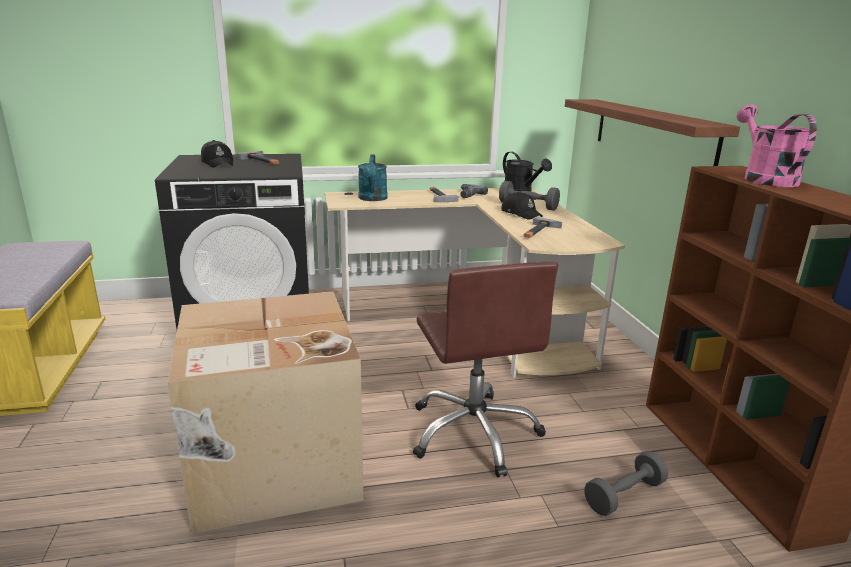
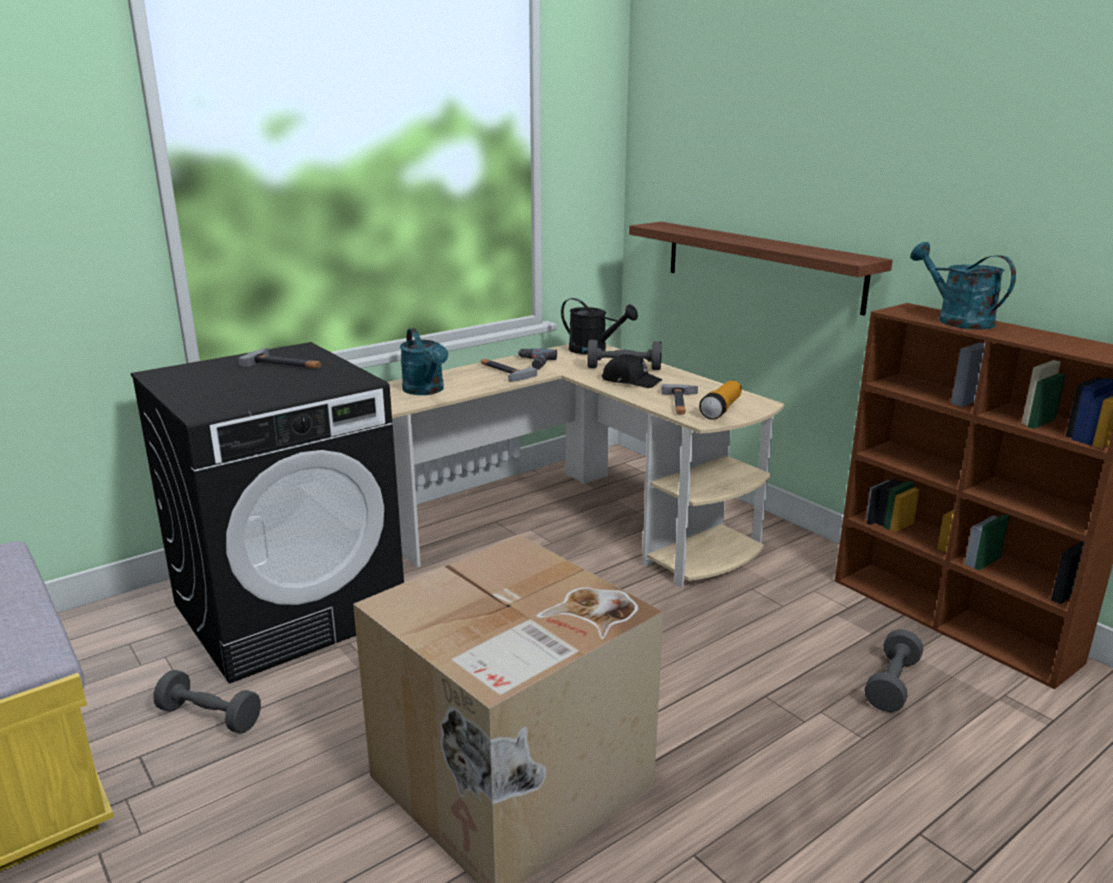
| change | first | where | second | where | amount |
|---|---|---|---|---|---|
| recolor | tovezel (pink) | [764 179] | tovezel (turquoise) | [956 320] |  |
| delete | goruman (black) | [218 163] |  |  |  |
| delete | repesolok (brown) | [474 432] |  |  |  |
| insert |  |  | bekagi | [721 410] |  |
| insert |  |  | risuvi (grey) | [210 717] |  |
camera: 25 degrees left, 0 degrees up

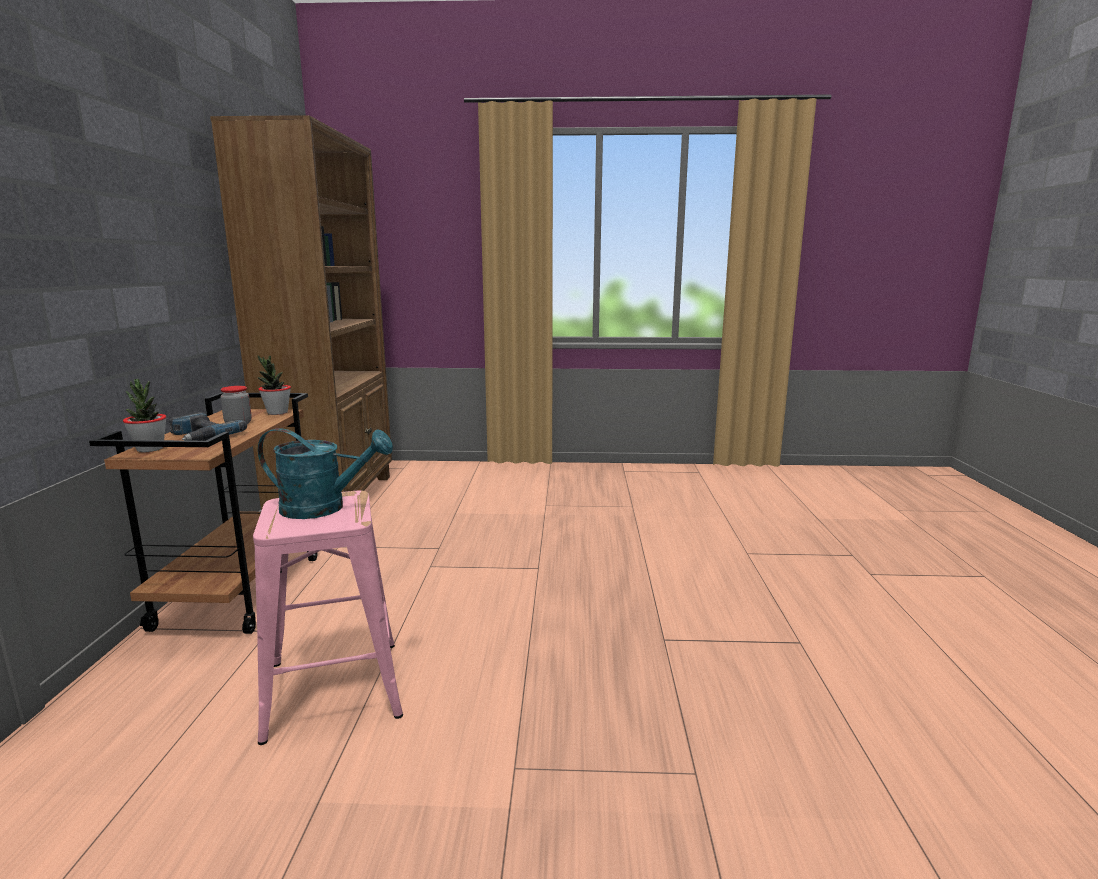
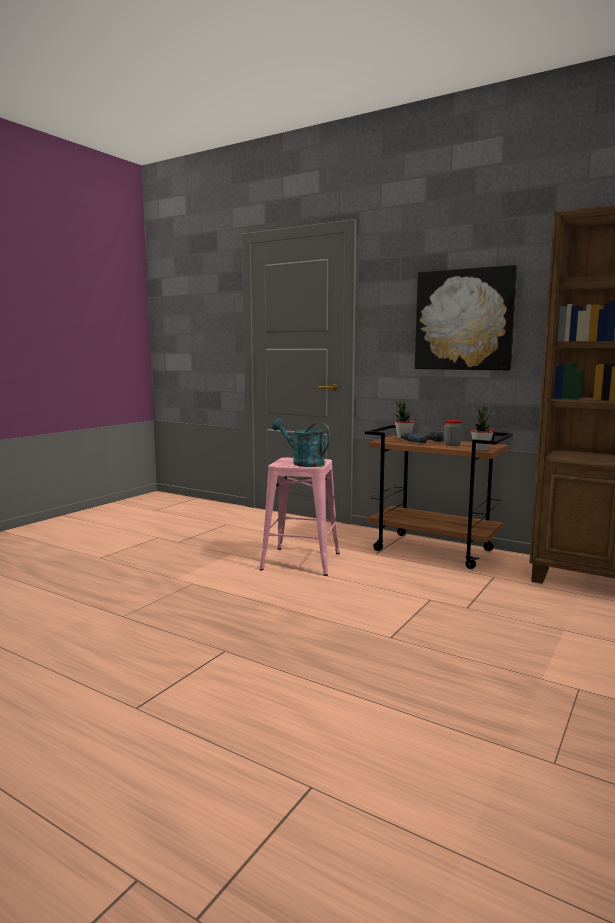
| change | first | where | second | where | amount |
|---|---|---|---|---|---|
| rotate | tovezel (turquoise) | [324 508] |  | [303 463] | 90 degrees clockwise |
| insert |  |  | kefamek | [464 320] |  |
camera: 120 degrees right, 5 degrees down

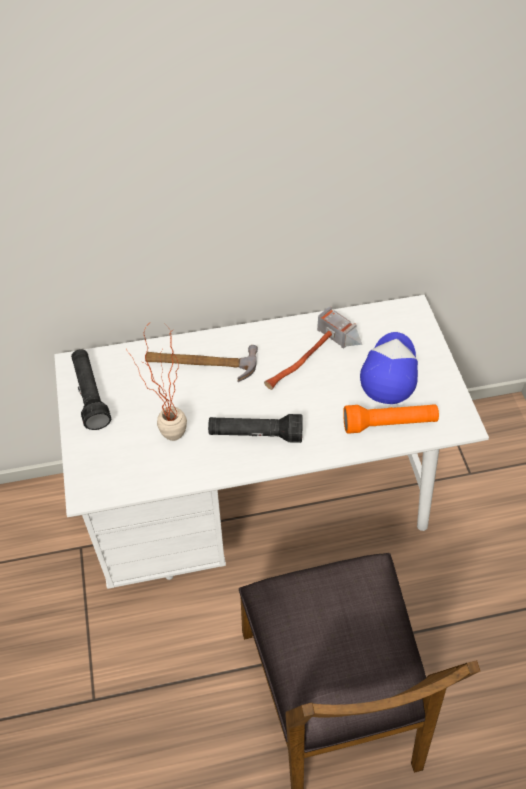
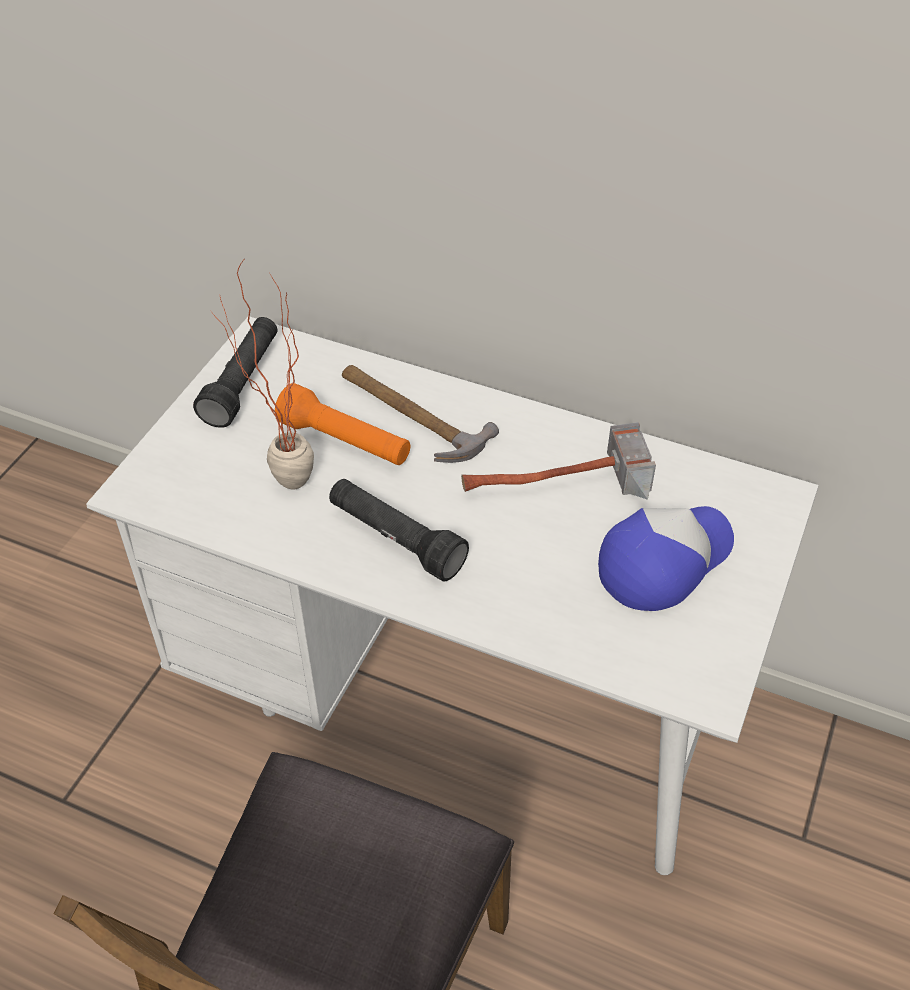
| change | first | where | second | where | amount |
|---|---|---|---|---|---|
| move | bekagi (orange) | [389 424] |  | [345 442] |  |
camera: 35 degrees right, 5 degrees down

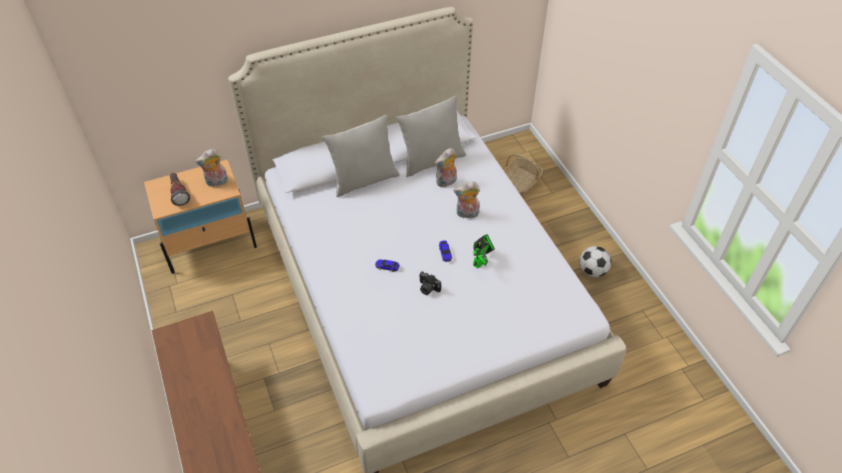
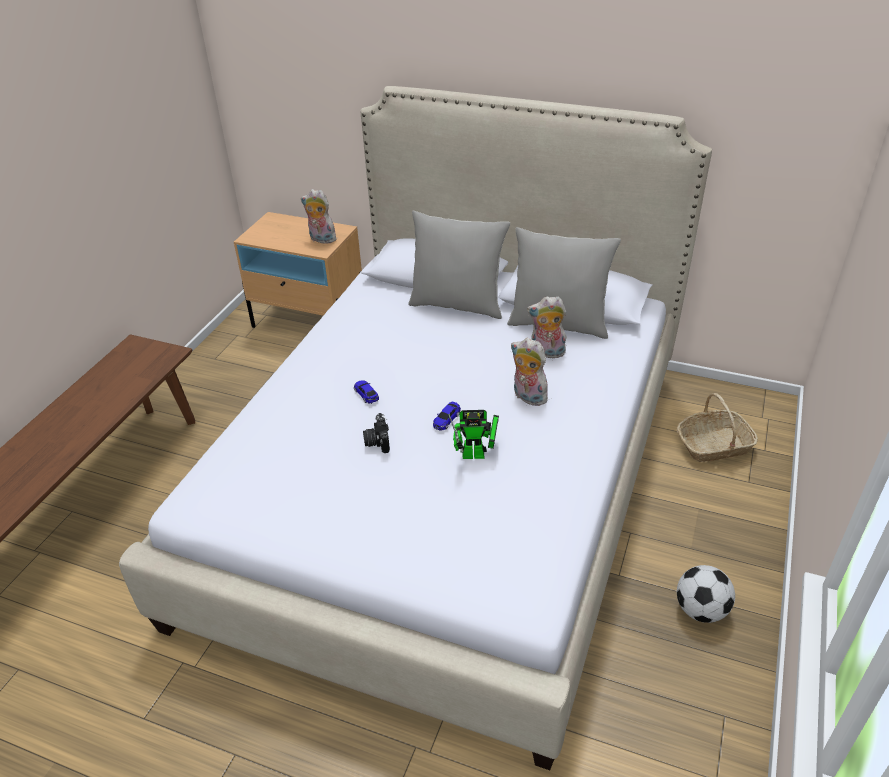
| change | first | where | second | where | amount |
|---|---|---|---|---|---|
| delete | bekagi | [179 193] |  |  |  |
camera: 45 degrees right, 10 degrees down

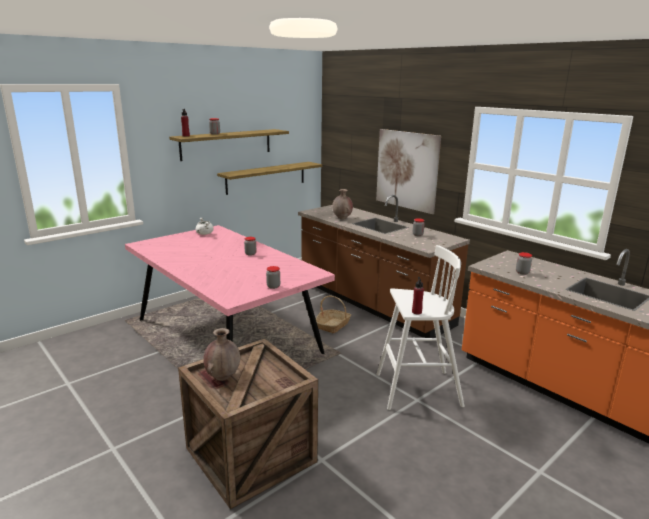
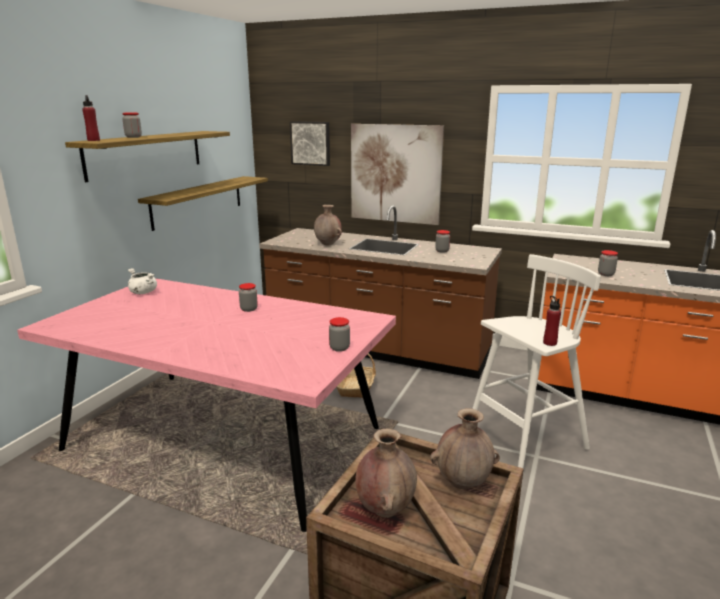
| change | first | where | second | where | amount |
|---|---|---|---|---|---|
| insert |  |  | kefamek | [311 143] |  |
| insert |  |  | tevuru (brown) | [463 483] |  |
camera: 25 degrees left, 0 degrees up

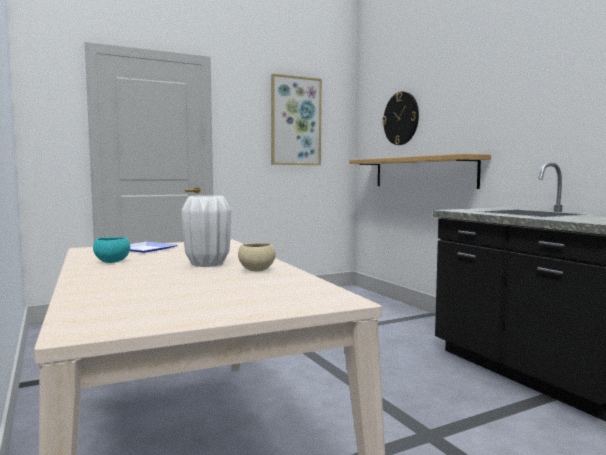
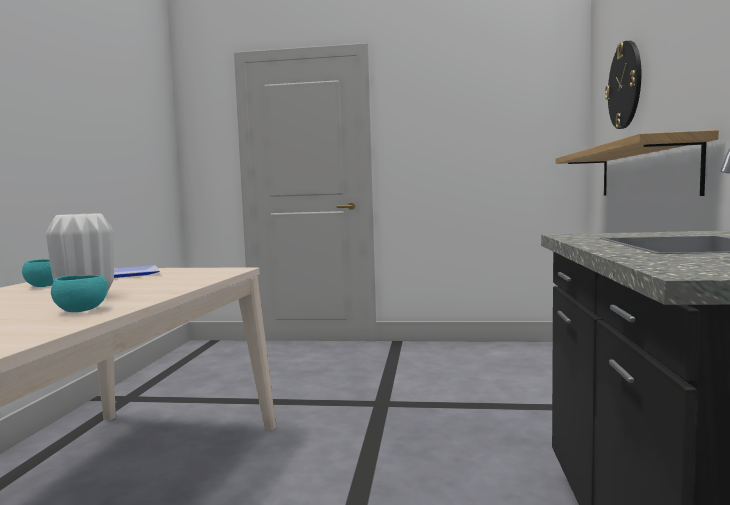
| change | first | where | second | where | amount |
|---|---|---|---|---|---|
| delete | kefamek | [295 121] |  |  |  |
| recolor | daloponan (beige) | [257 270] | daloponan (turquoise) | [81 310] |  |
camera: 35 degrees right, 0 degrees up

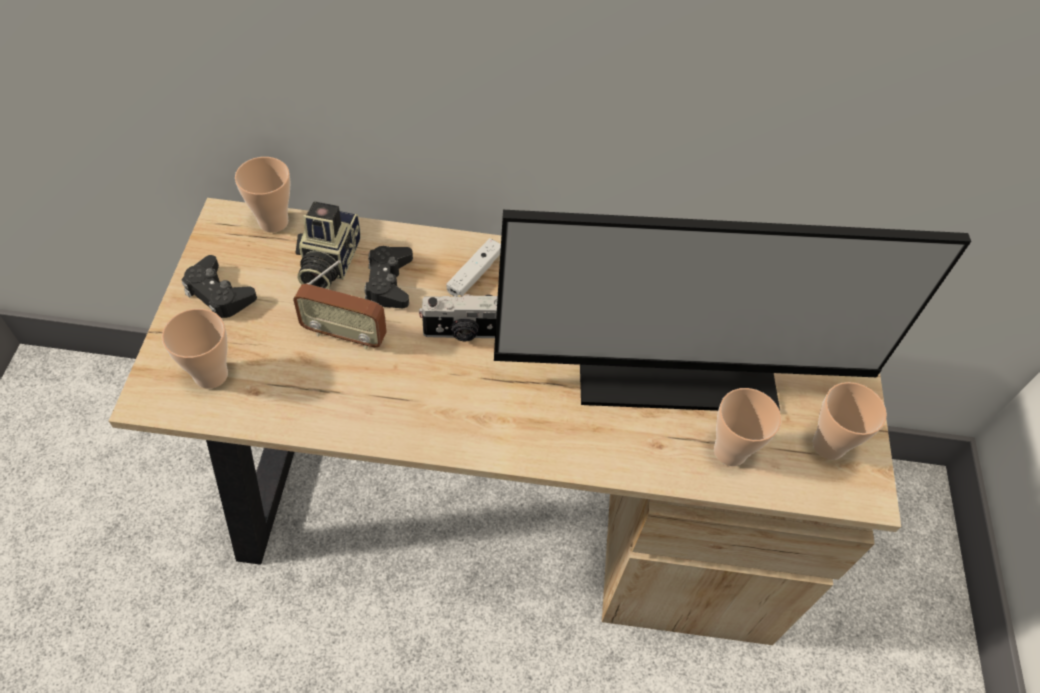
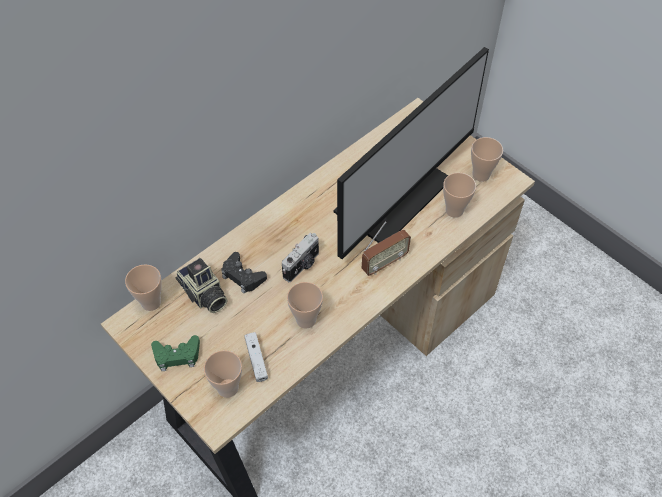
| change | first | where | second | where | amount |
|---|---|---|---|---|---|
| move | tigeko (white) | [475 274] |  | [256 359] |  |
| recolor | tigeko (black) | [219 294] | tigeko (green) | [177 355] |  |
| move | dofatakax | [344 334] |  | [384 263] |  |
| insert |  |  | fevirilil | [306 320] |  |
camera: 45 degrees left, 0 degrees up

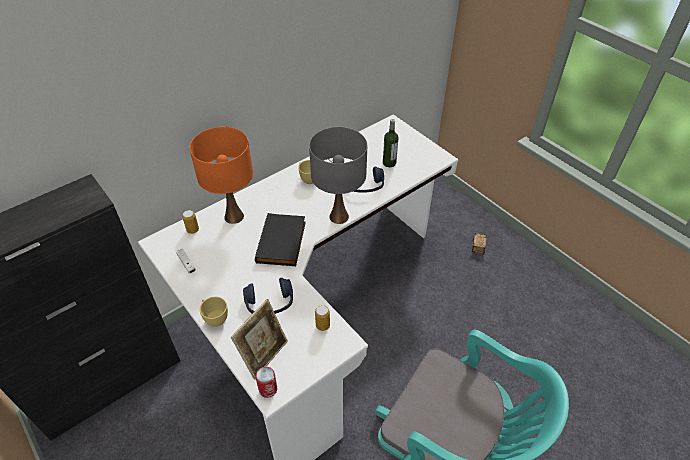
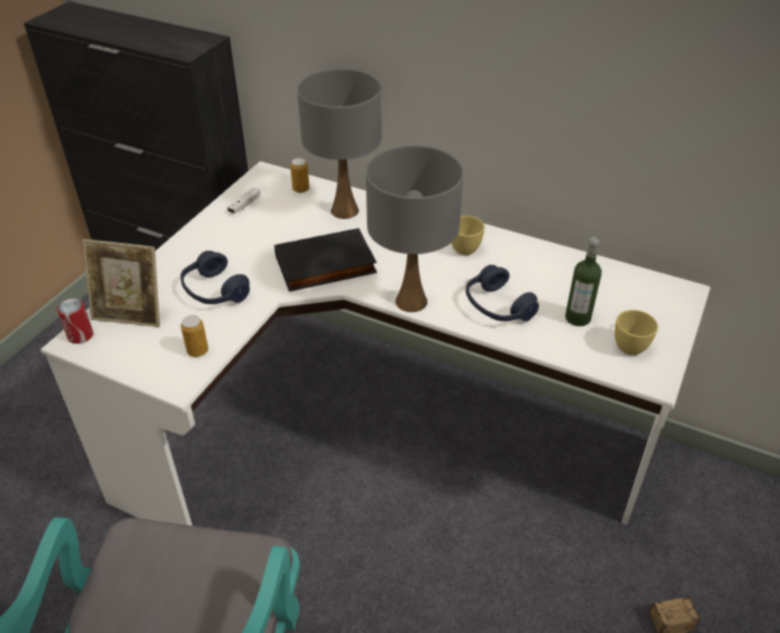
| change | first | where | second | where | amount |
|---|---|---|---|---|---|
| recolor | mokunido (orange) | [234 217] | mokunido (grey) | [344 211] |  |
| move | fevirilil (yellow) | [215 318] |  | [630 344] |  |
camera: 65 degrees right, 5 degrees down

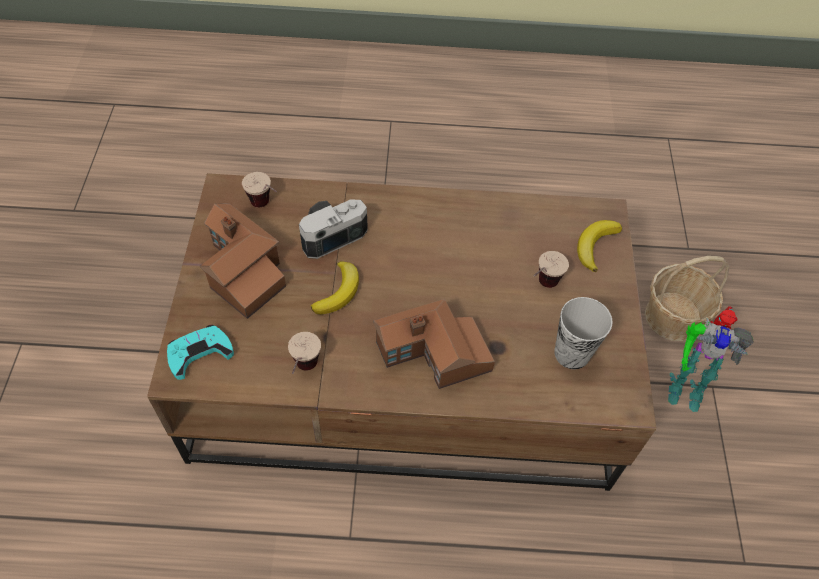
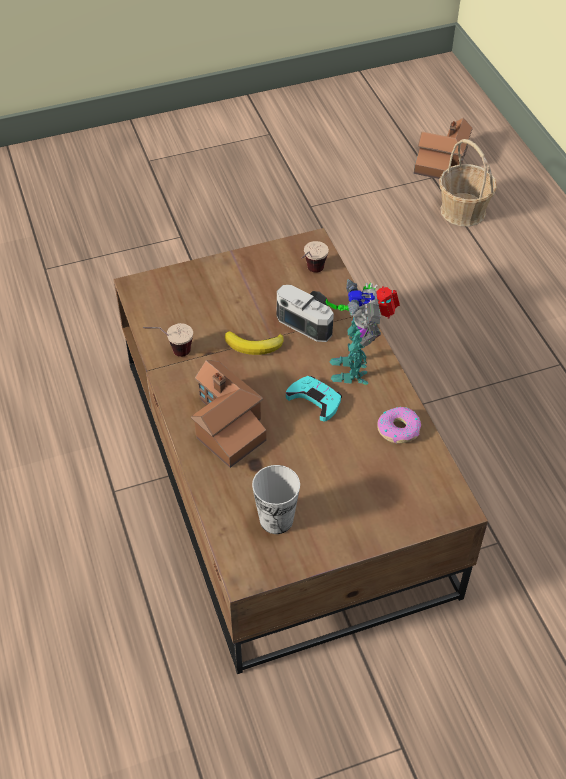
| change | first | where | second | where | amount |
|---|---|---|---|---|---|
| move | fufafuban | [242 271] |  | [441 160] |  |
| delete | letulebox | [595 245] |  |  |  |
| delete | fevirilil | [541 287] |  |  |  |
| move | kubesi | [673 317] |  | [463 211] |  |
| move | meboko | [684 386] |  | [355 368] |  |
| move | tigeko (turquoise) | [199 353] |  | [315 400] |  |
| insert |  |  | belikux | [398 429] |  |
camera: 70 degrees right, 5 degrees down

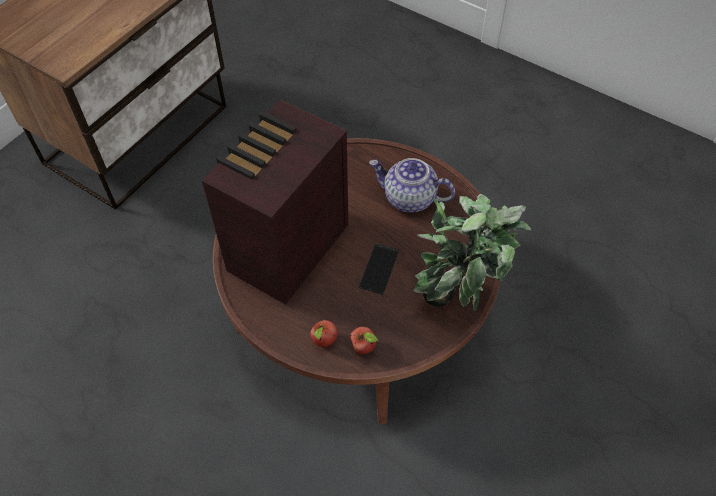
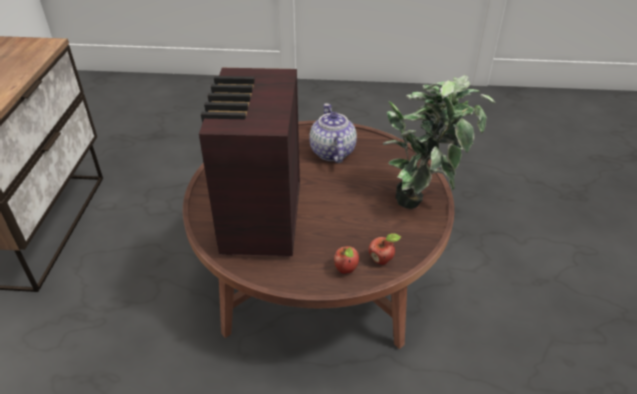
| change | first | where | second | where | amount |
|---|---|---|---|---|---|
| rotate | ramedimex | [409 198] |  | [331 152] | 90 degrees clockwise |
| delete | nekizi | [379 269] |  |  |  |
camera: 30 degrees left, 15 degrees down

